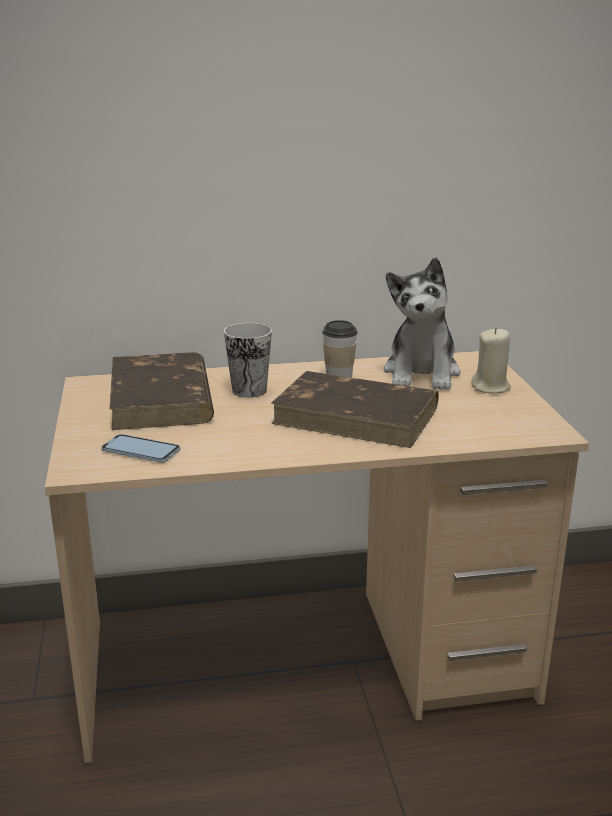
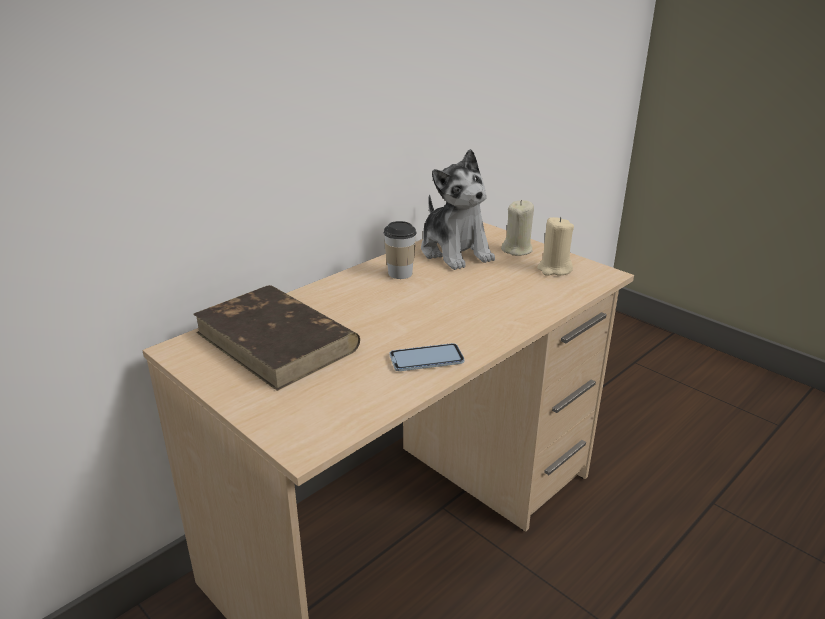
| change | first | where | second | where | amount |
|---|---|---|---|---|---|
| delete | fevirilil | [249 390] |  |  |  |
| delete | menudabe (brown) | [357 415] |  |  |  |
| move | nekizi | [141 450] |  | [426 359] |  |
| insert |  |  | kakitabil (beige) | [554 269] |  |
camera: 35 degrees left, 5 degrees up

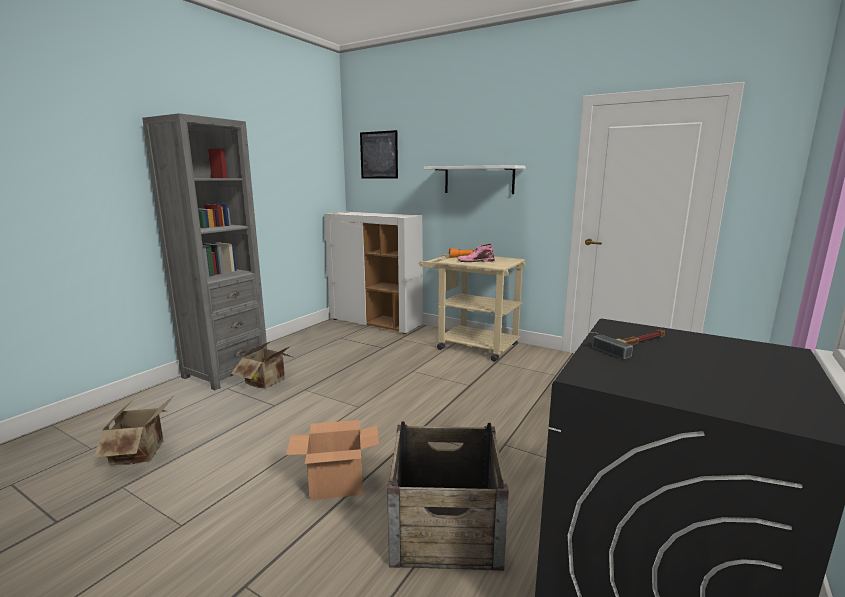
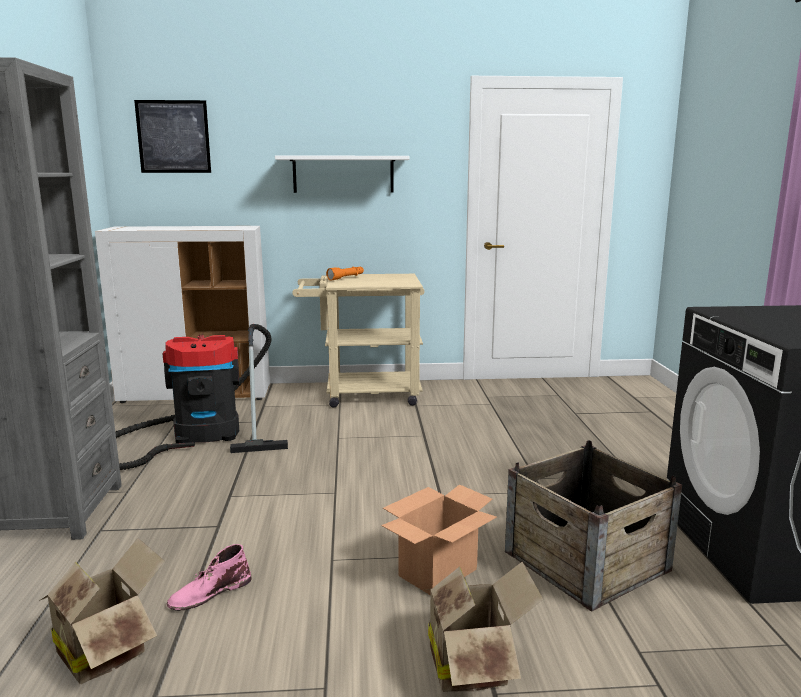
| change | first | where | second | where | amount |
|---|---|---|---|---|---|
| move | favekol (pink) | [475 261] |  | [209 592] |  |
| delete | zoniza | [636 345] |  |  |  |
| move | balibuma | [268 382] |  | [473 664] |  |
| insert |  |  | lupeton | [198 435] |  |
camera: 35 degrees left, 0 degrees up

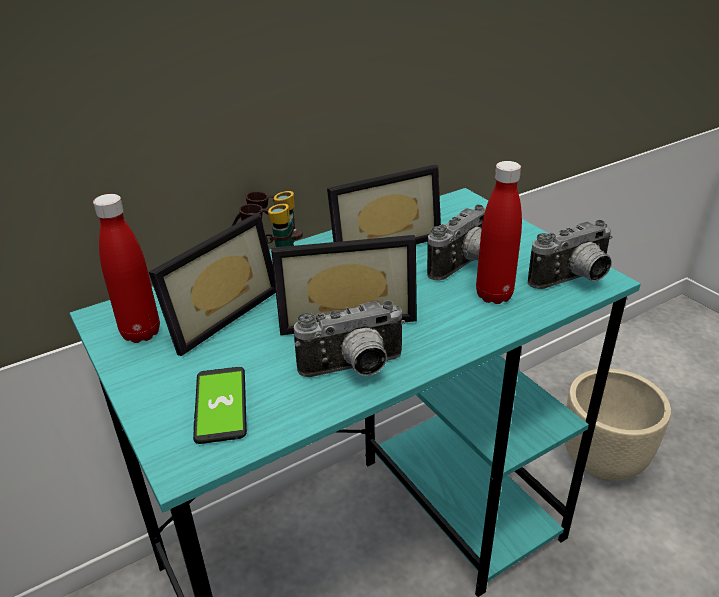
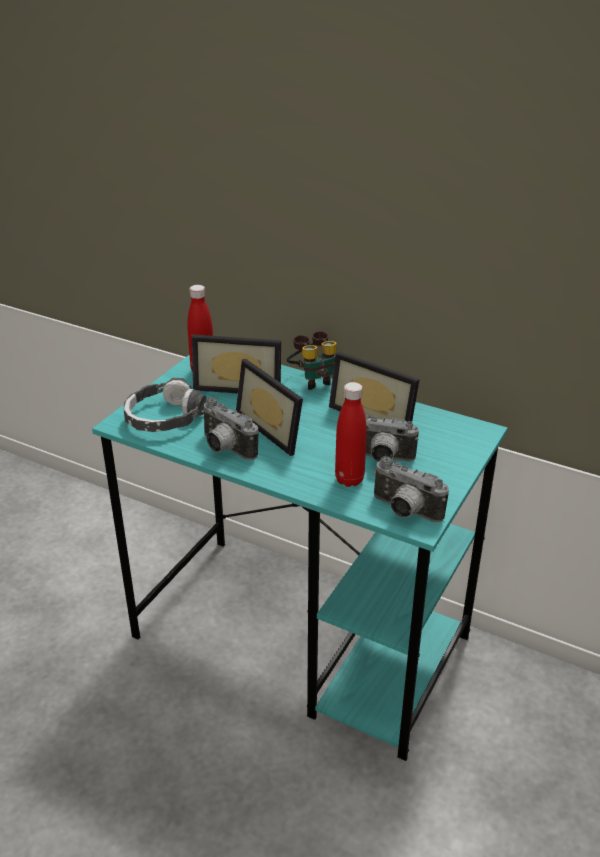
| change | first | where | second | where | amount |
|---|---|---|---|---|---|
| replace | nekizi | [220 405] | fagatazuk | [164 417] |  |
| delete | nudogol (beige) | [603 460] |  |  |  |
camera: 60 degrees right, 0 degrees up

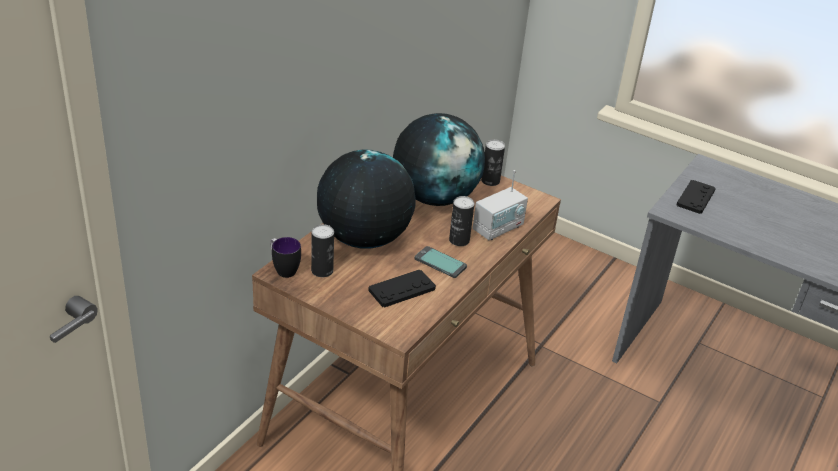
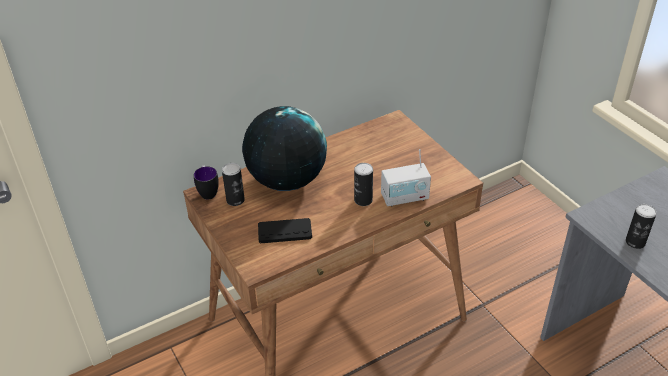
| change | first | where | second | where | amount |
|---|---|---|---|---|---|
| delete | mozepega | [435 197] |  |  |  |
| move | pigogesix | [490 181] |  | [635 242] |  |
| delete | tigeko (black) | [695 198] |  |  |  |
| delete | nekizi | [440 263] |  |  |  |
camera: 30 degrees right, 5 degrees up

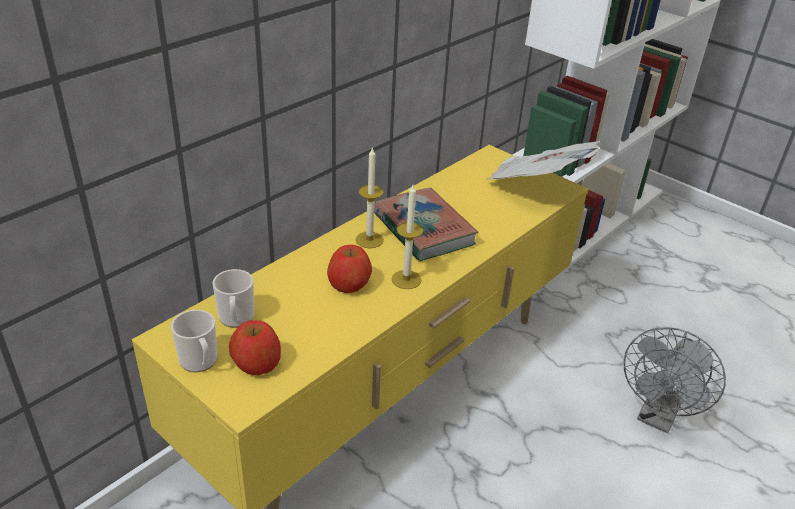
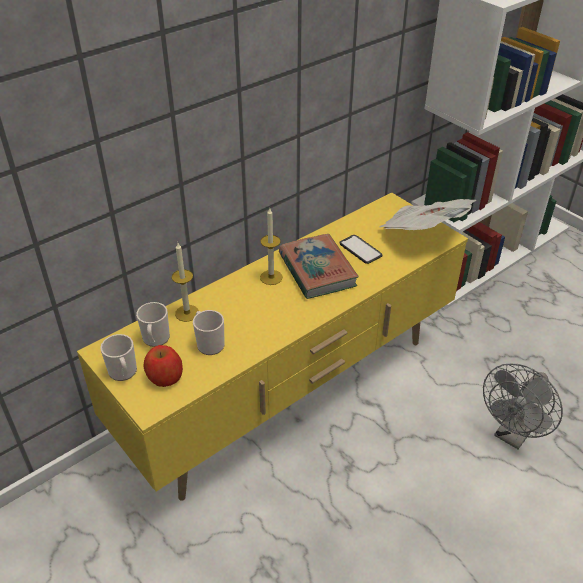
| change | first | where | second | where | amount |
|---|---|---|---|---|---|
| move | kakitabil | [406 279] |  | [187 313] |  |
| delete | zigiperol | [349 284] |  |  |  |
| insert |  |  | nekizi | [360 250] |  |
| insert |  |  | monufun | [209 343] |  |
camera: 10 degrees right, 5 degrees up

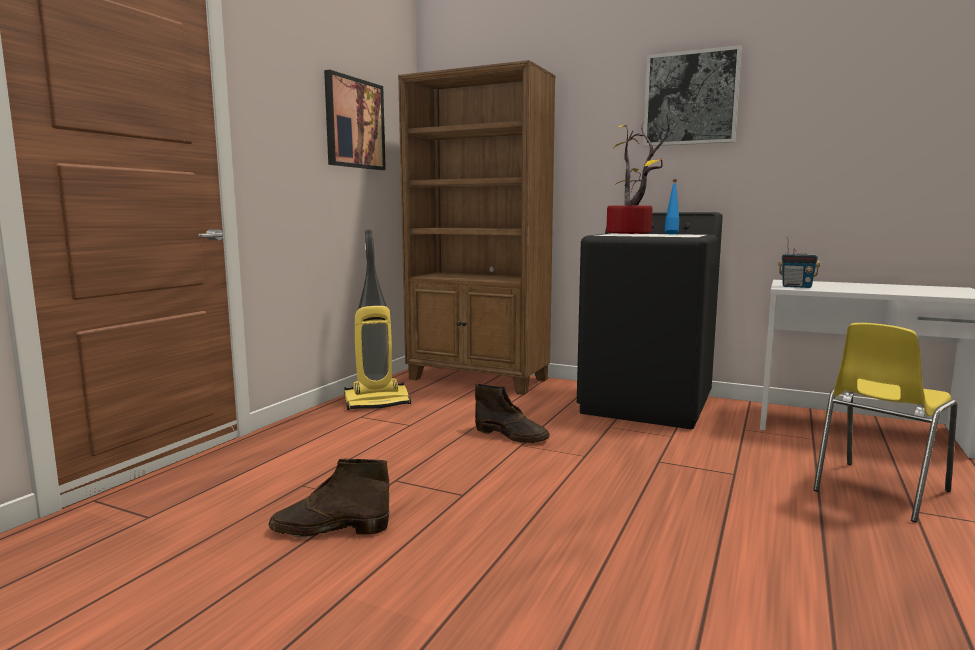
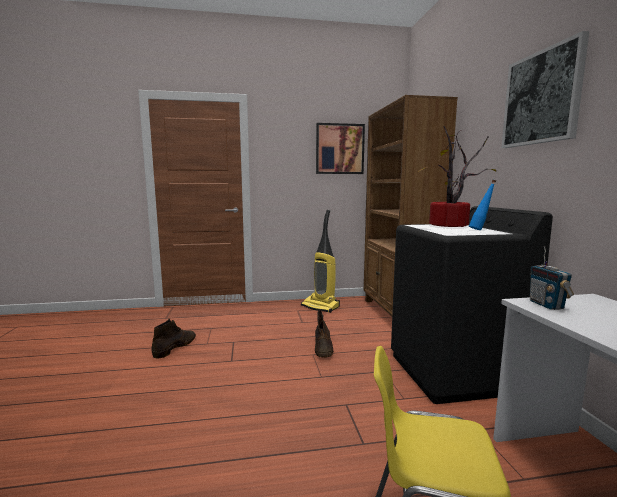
| change | first | where | second | where | amount |
|---|---|---|---|---|---|
| rotate | favekol (brown) | [328 529] |  | [175 347] | 60 degrees clockwise |
camera: 55 degrees right, 0 degrees up

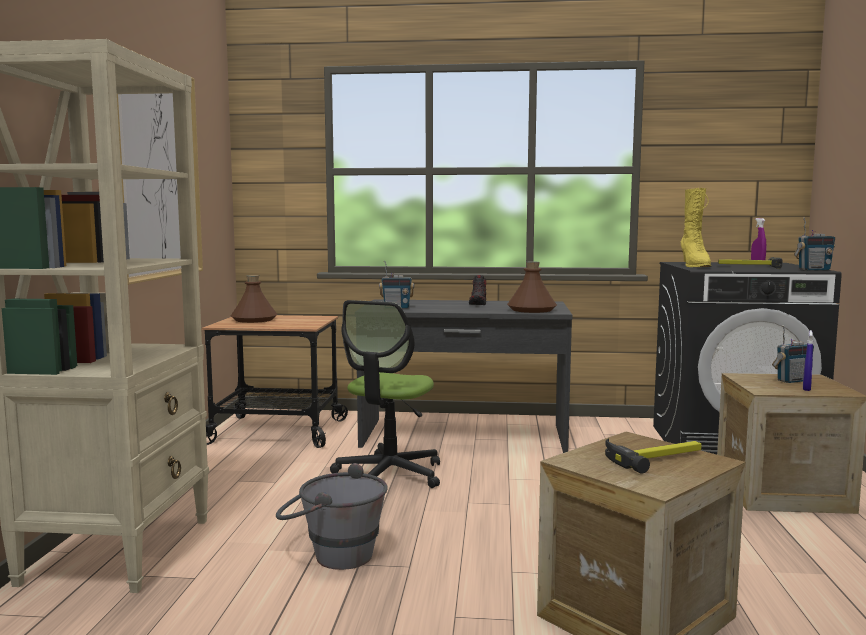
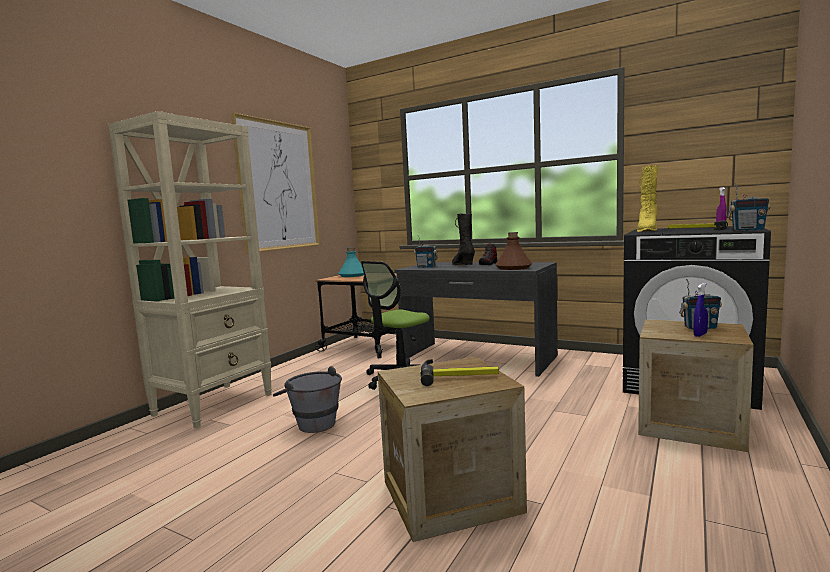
| change | first | where | second | where | amount |
|---|---|---|---|---|---|
| recolor | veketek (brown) | [254 320] | veketek (turquoise) | [352 275] |  |
| insert |  |  | favekol (black) | [463 265] |  |
camera: 25 degrees right, 0 degrees up

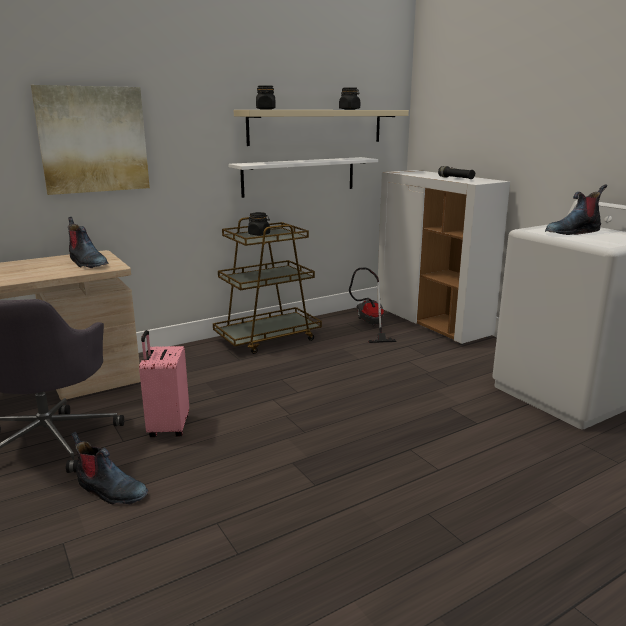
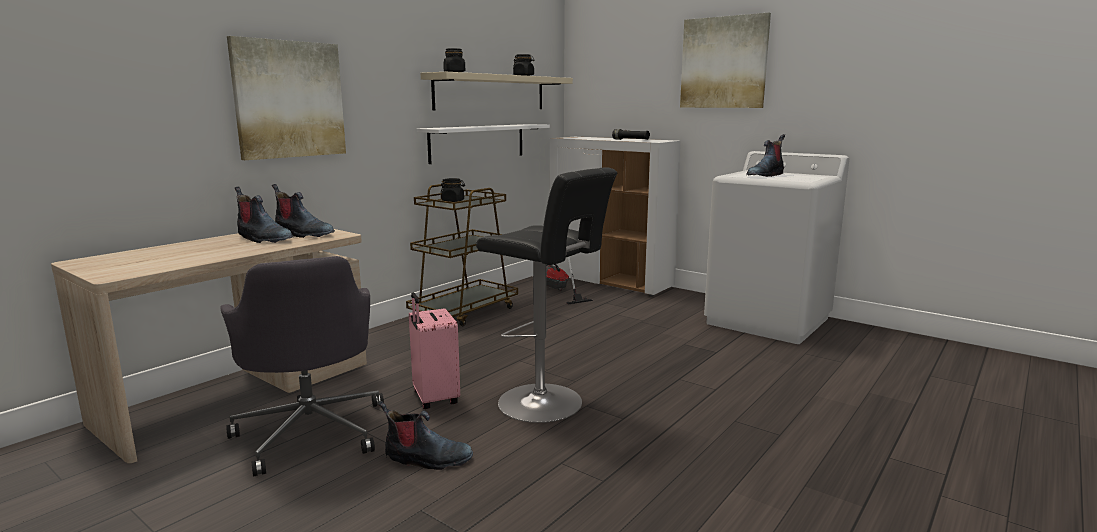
| change | first | where | second | where | amount |
|---|---|---|---|---|---|
| insert |  |  | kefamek | [724 63] |  |
| insert |  |  | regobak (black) | [545 404] |  |
| insert |  |  | favekol | [263 239] |  |
camera: 20 degrees left, 5 degrees down

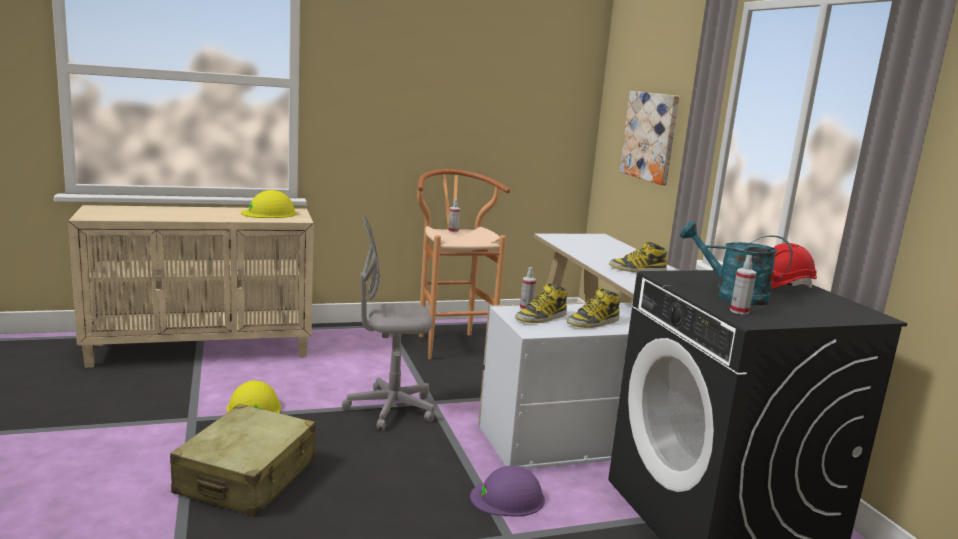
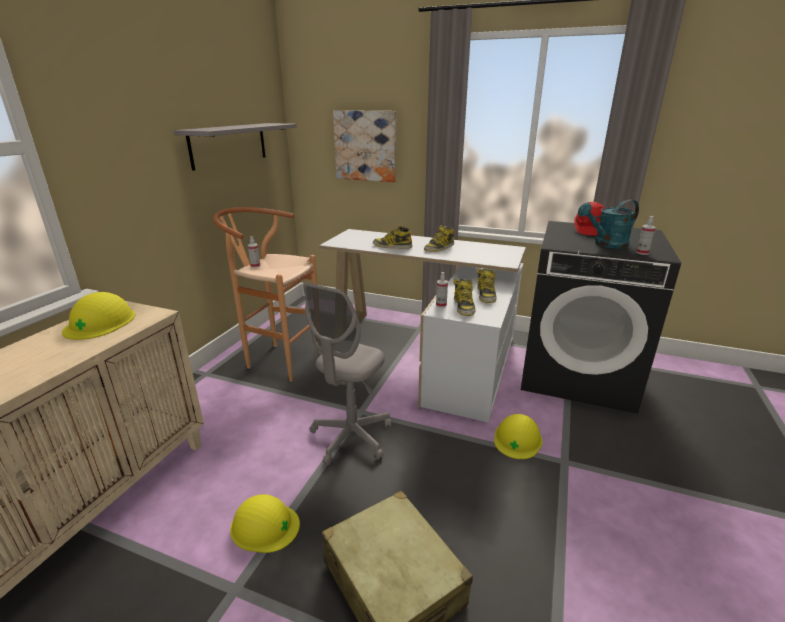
| change | first | where | second | where | amount |
|---|---|---|---|---|---|
| recolor | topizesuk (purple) | [508 498] | topizesuk (yellow) | [517 439] |  |
| insert |  |  | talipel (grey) | [229 145] |  |
| insert |  |  | favekol | [392 246] |  |
camera: 50 degrees left, 10 degrees up

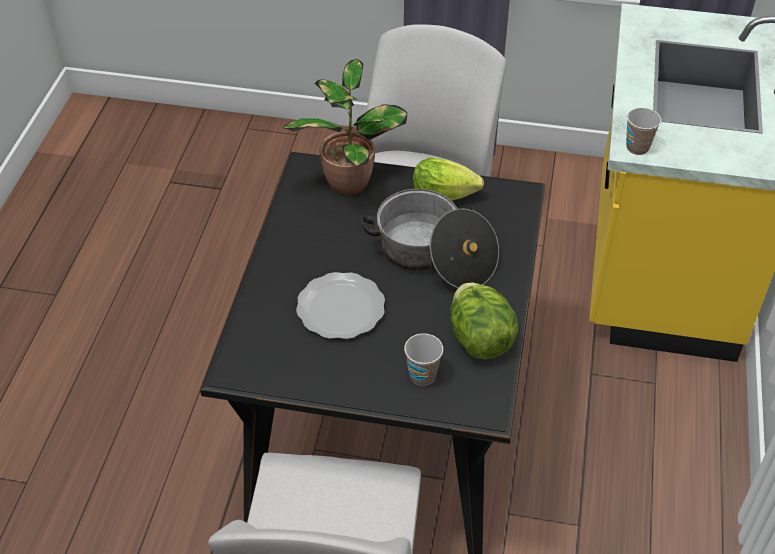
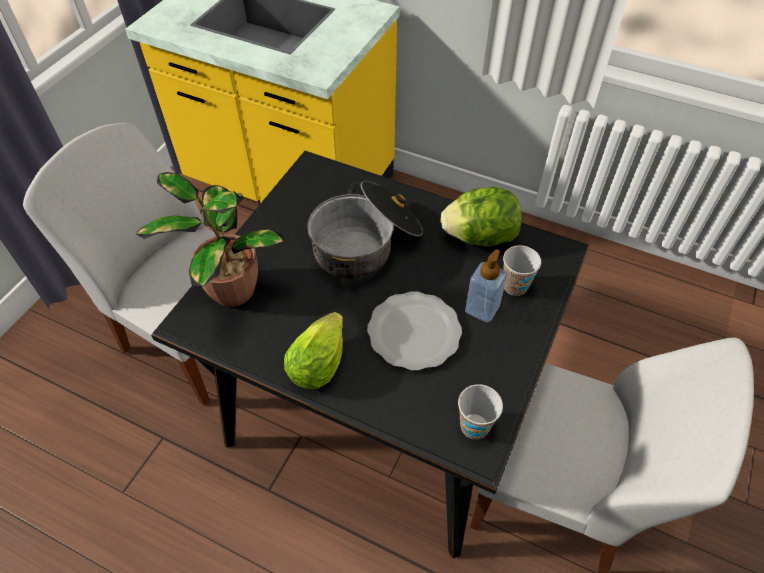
| change | first | where | second | where | amount |
|---|---|---|---|---|---|
| move | fevirilil | [637 148] |  | [474 426] |  |
| move | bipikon | [447 195] |  | [320 360] |  |
| insert |  |  | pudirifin | [482 309] |  |
camera: 75 degrees left, 5 degrees up

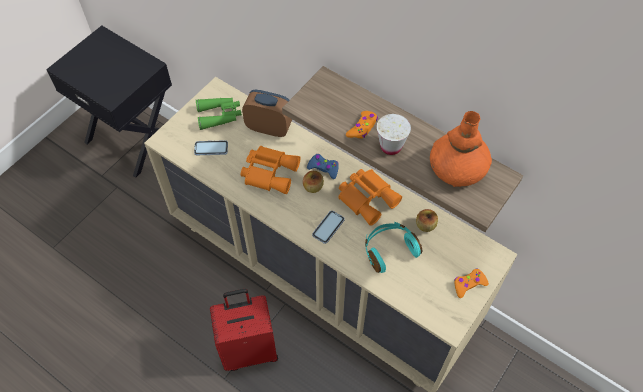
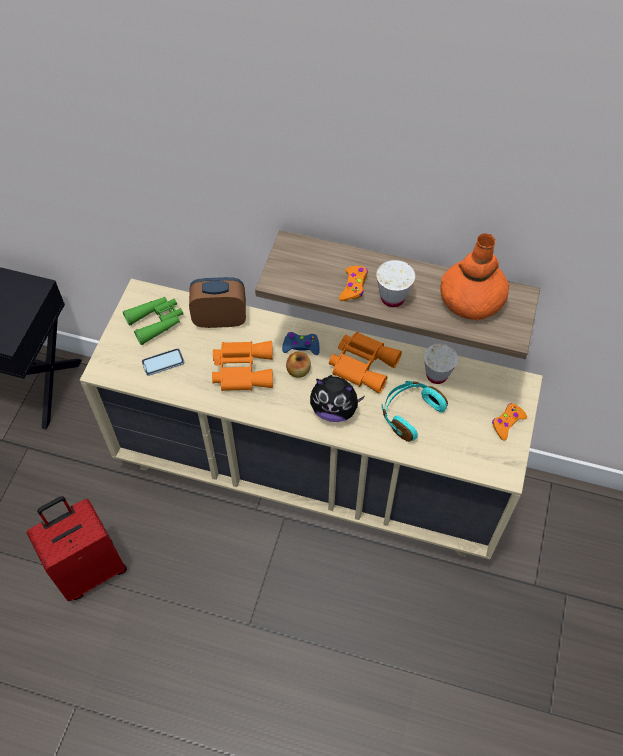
| change | first | where | second | where | amount |
|---|---|---|---|---|---|
| replace | zigiperol | [425 225] | fevirilil (white) | [436 375] |  |
| replace | nekizi | [328 227] | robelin | [334 410] |  |
| move | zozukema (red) | [249 349] |  | [90 569] |  |
camera: 20 degrees left, 0 degrees up

